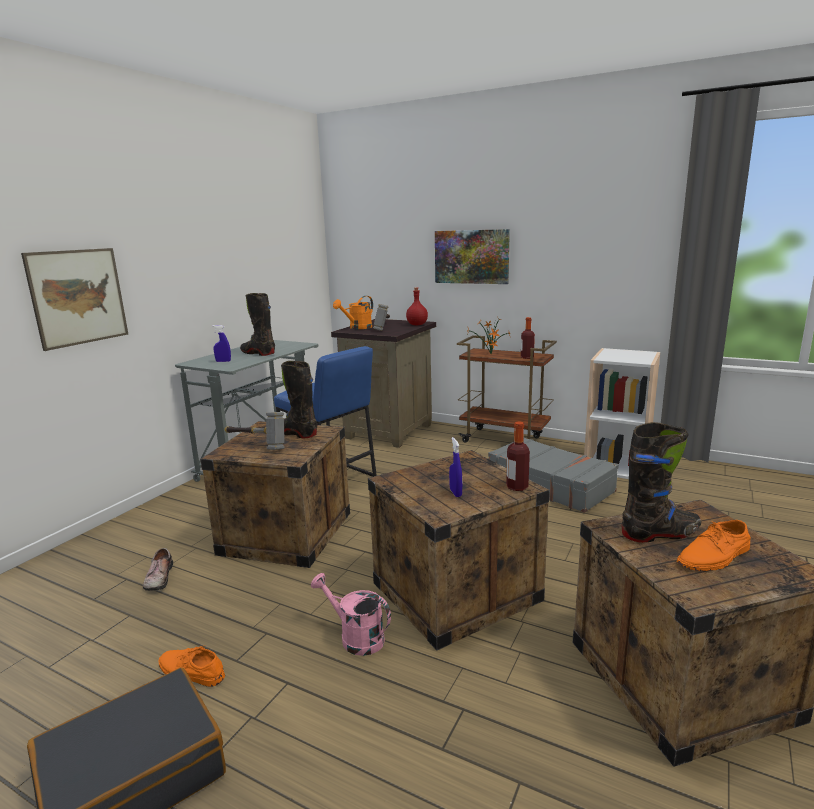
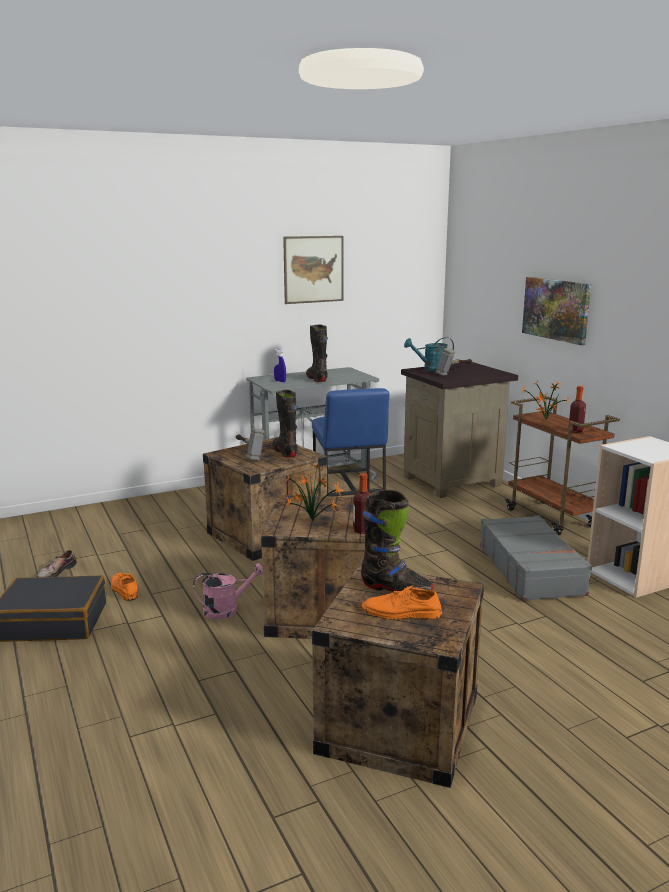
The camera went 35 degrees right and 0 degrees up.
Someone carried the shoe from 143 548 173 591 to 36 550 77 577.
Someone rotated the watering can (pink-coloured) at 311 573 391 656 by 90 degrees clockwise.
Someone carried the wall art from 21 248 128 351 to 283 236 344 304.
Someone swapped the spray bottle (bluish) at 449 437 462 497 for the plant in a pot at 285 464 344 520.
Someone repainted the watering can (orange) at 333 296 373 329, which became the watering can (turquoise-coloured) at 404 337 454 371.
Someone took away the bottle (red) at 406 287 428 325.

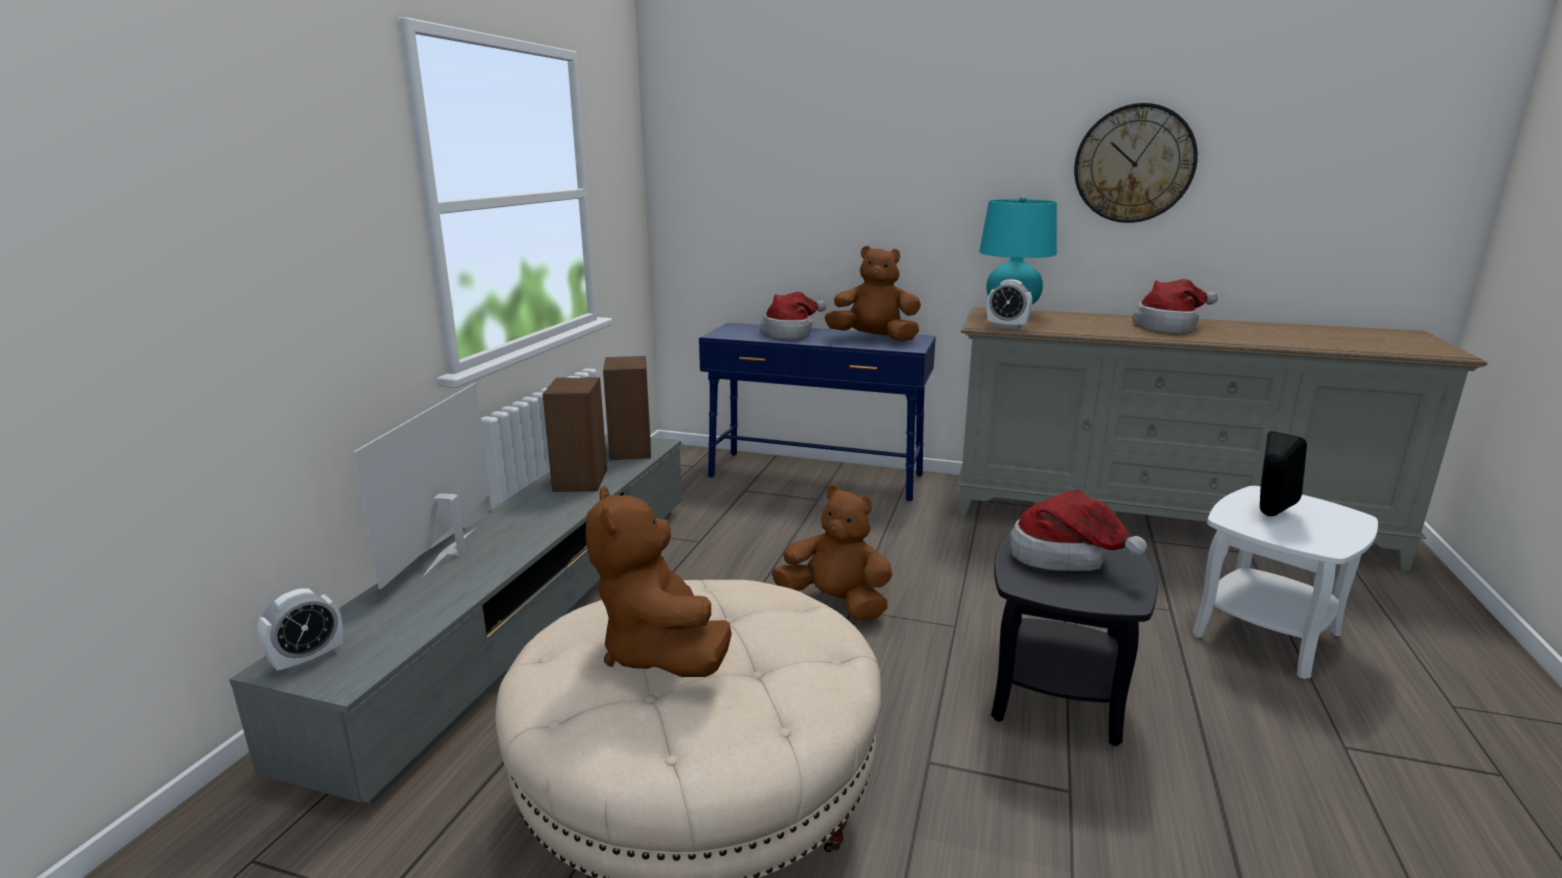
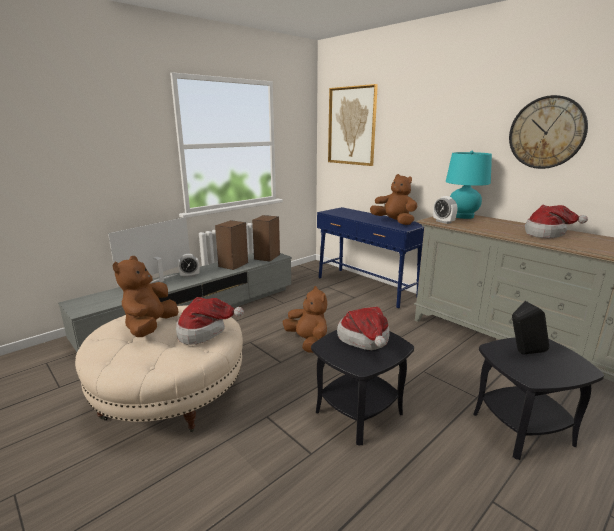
The camera went 30 degrees right and 0 degrees up.
Someone carried the clothing hat from 761 292 826 340 to 176 297 244 345.
Someone carried the table clock from 257 588 343 673 to 178 254 200 278.
Someone put up the wall art at 328 84 378 166.
Someone repainted the side table (white) at 1192 486 1378 679, which became the side table (black-coloured) at 473 337 604 460.

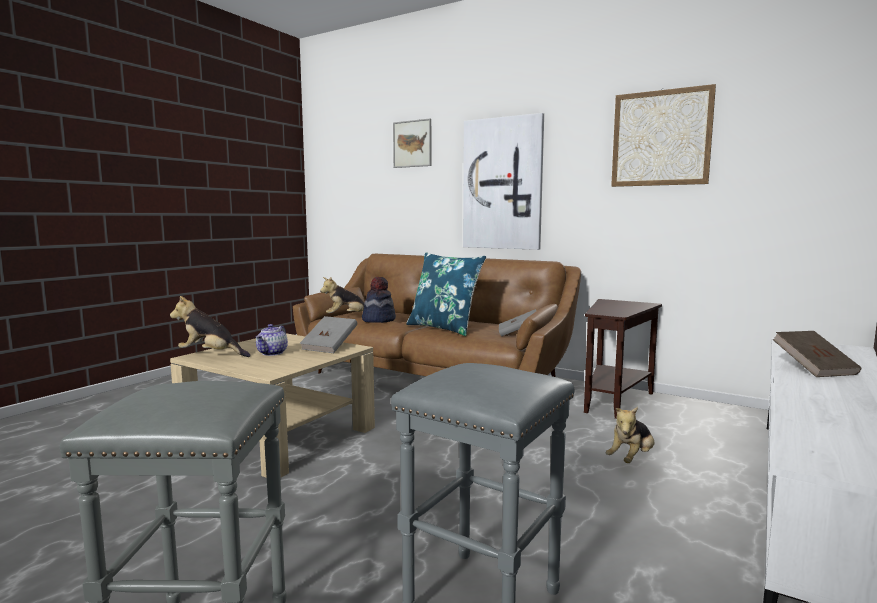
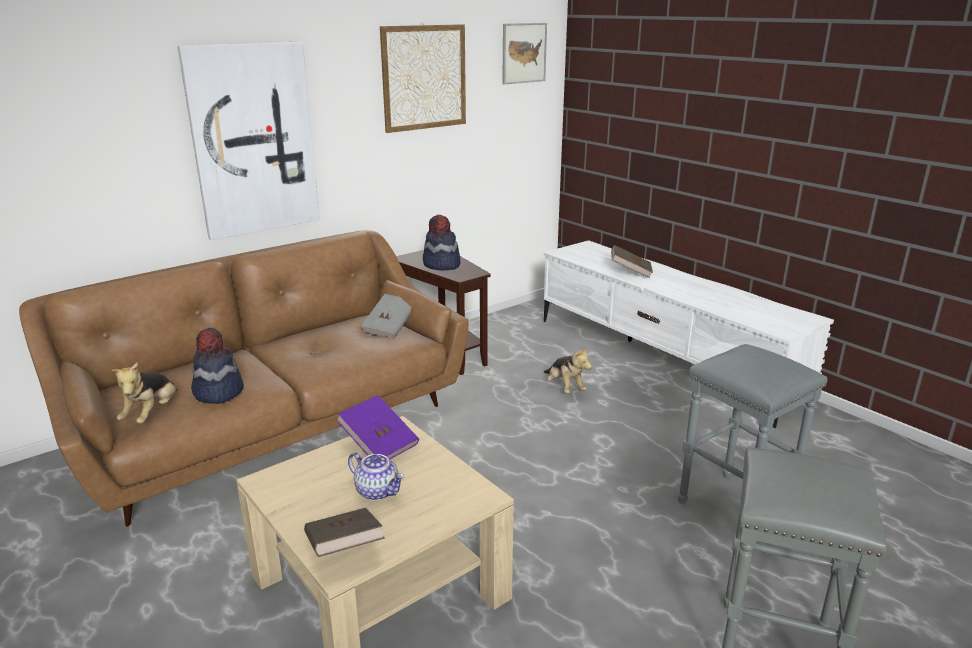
The camera went 70 degrees left and 15 degrees up.
Someone swapped the cuddly toy at 170 296 251 357 for the volume (brown) at 304 508 385 557.
Someone repainted the volume (grey) at 300 316 357 353, which became the volume (purplish) at 336 395 419 459.
Someone put down the clothing hat at 423 215 461 270.
Someone carried the wall art from 393 118 431 168 to 502 23 547 84.
Someone took away the throw pillow (bluish) at 406 252 486 336.

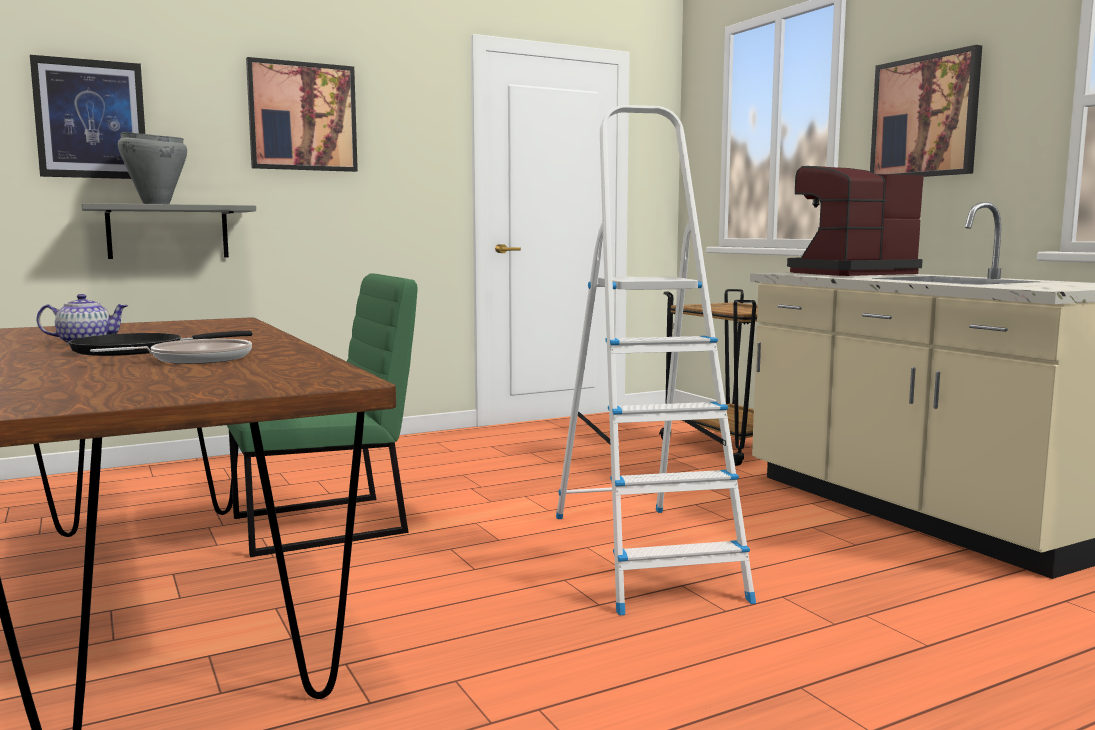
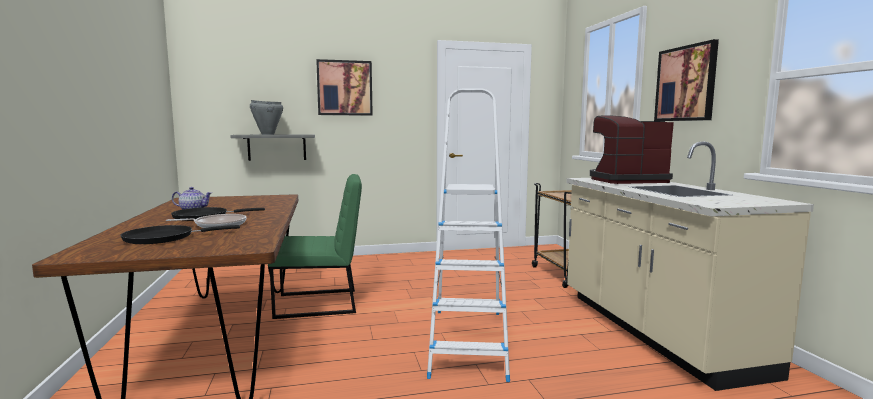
The camera went 15 degrees right and 0 degrees up.
Someone put down the pan (black-coloured) at 120 225 240 244.
Someone took away the wall art at 30 55 145 179.

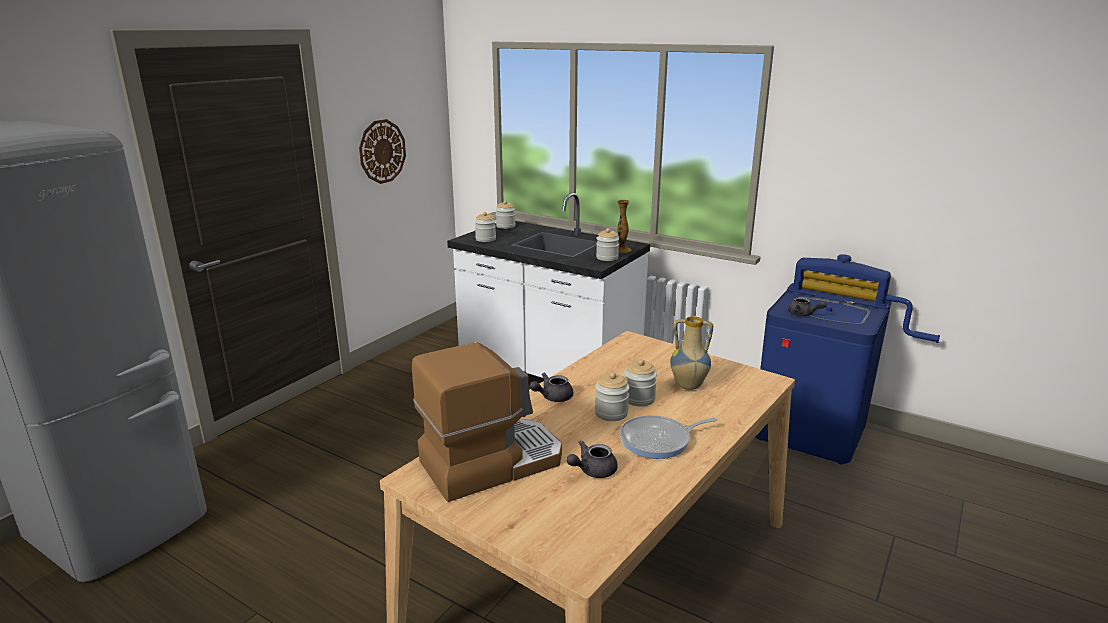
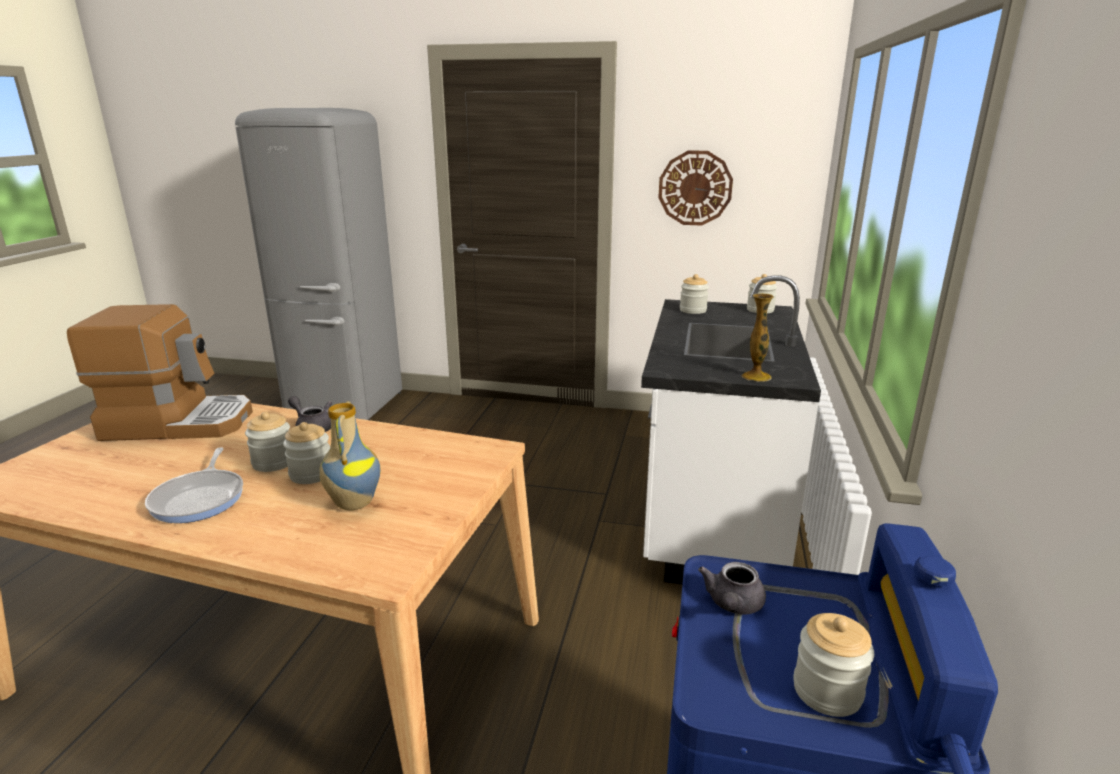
The camera went 70 degrees right and 0 degrees up.
Someone rotated the coffee brewer at 412 342 562 502 by 45 degrees counterclockwise.
Someone rotated the pan at 620 415 717 459 by 150 degrees counterclockwise.
Someone carried the storage jar from 596 228 619 261 to 793 613 874 717.
Someone took away the tea pot (grey) at 567 440 618 478.

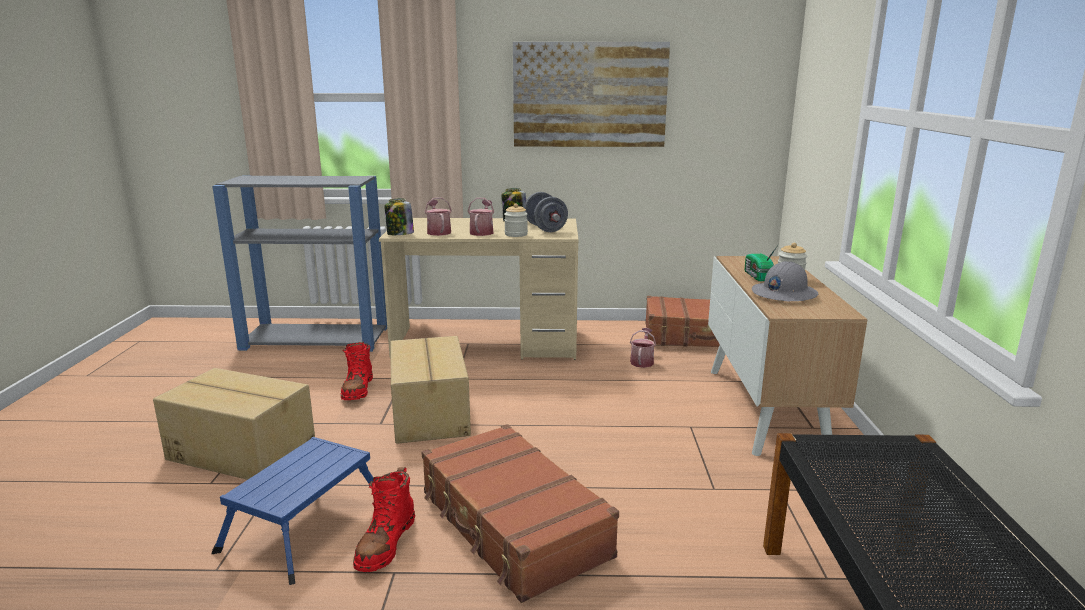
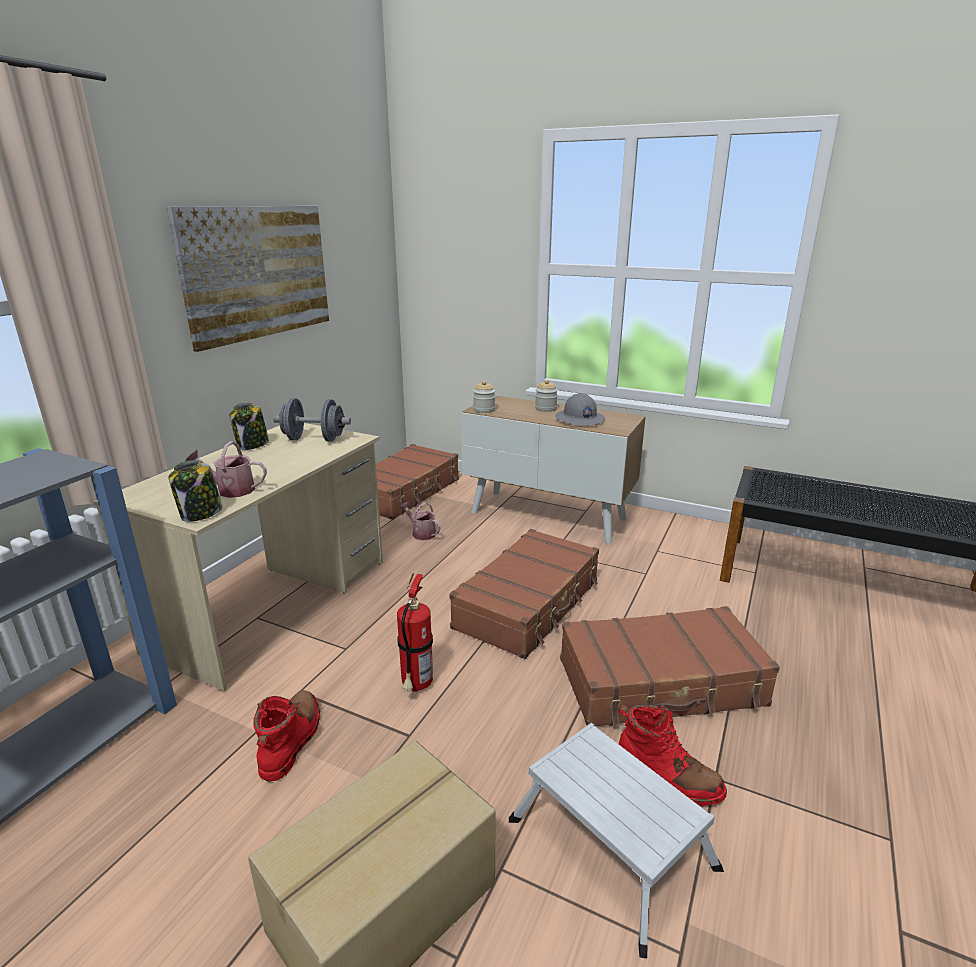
The camera went 65 degrees left and 5 degrees up.
Someone rotated the tall boot (red) at 341 342 373 400 by 105 degrees counterclockwise.
Someone swapped the carton at 390 336 471 444 for the fire extinguisher at 397 573 433 692.
Someone put down the travel case (brown) at 449 529 599 659.
Someone carried the storage jar from 504 203 528 237 to 473 381 495 413.
Someone repainted the step stool (bluish) at 212 437 373 585, which became the step stool (white) at 509 723 724 959.
Someone took away the watering can at 468 198 494 236.
Someone took away the radio at 744 244 779 281.

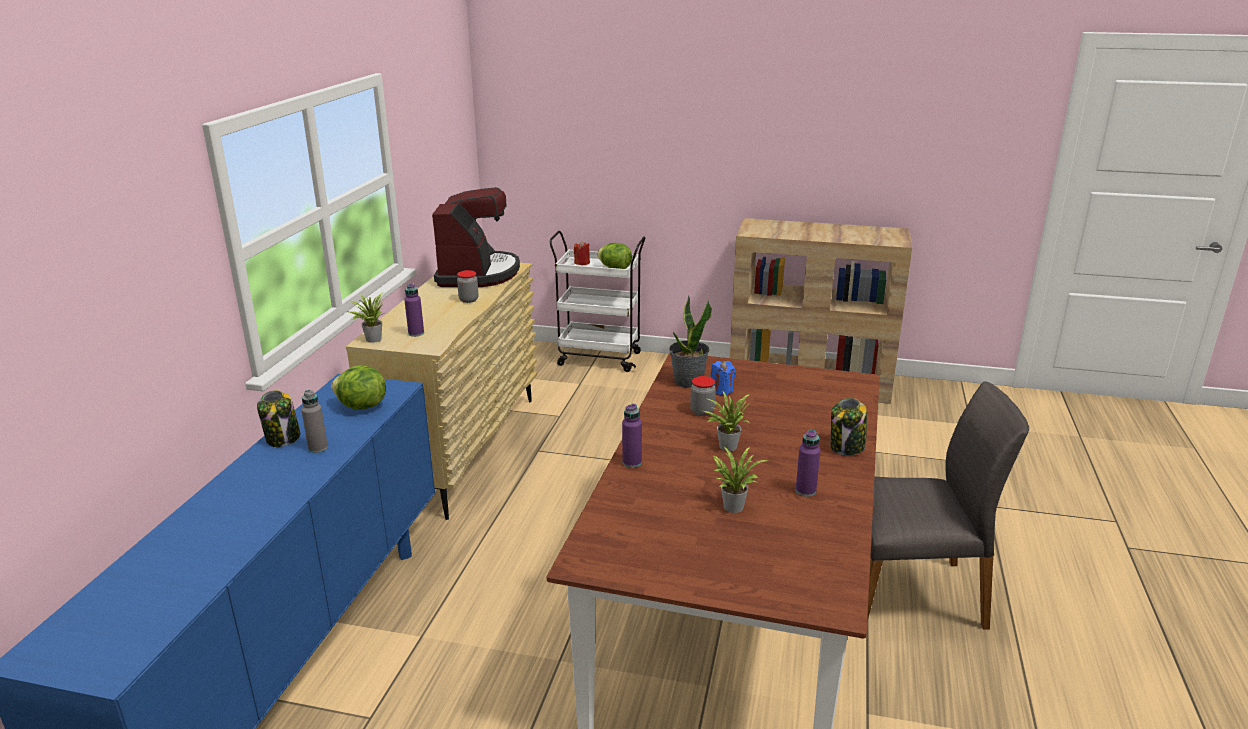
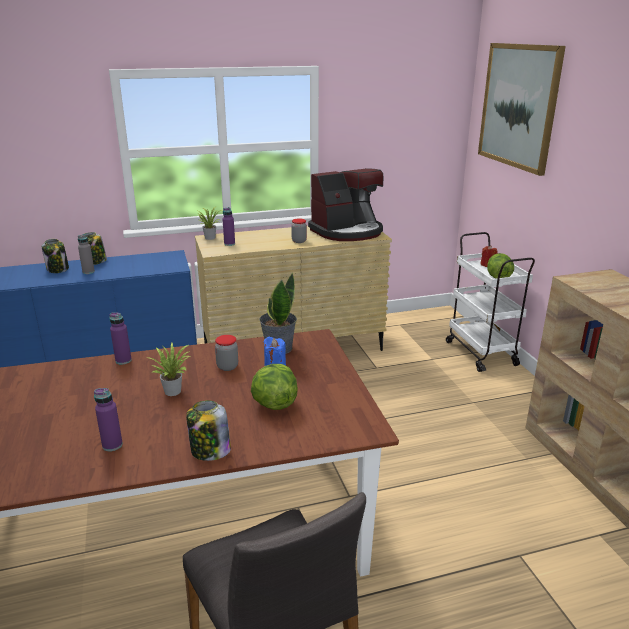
The camera went 60 degrees right and 0 degrees up.
Someone put down the storage jar at 42 239 69 273.
Someone carried the lettuce head from 331 365 386 410 to 251 364 298 410.
Someone put up the wall art at 478 43 566 176.
Someone took away the plant in a pot at 714 447 768 513.

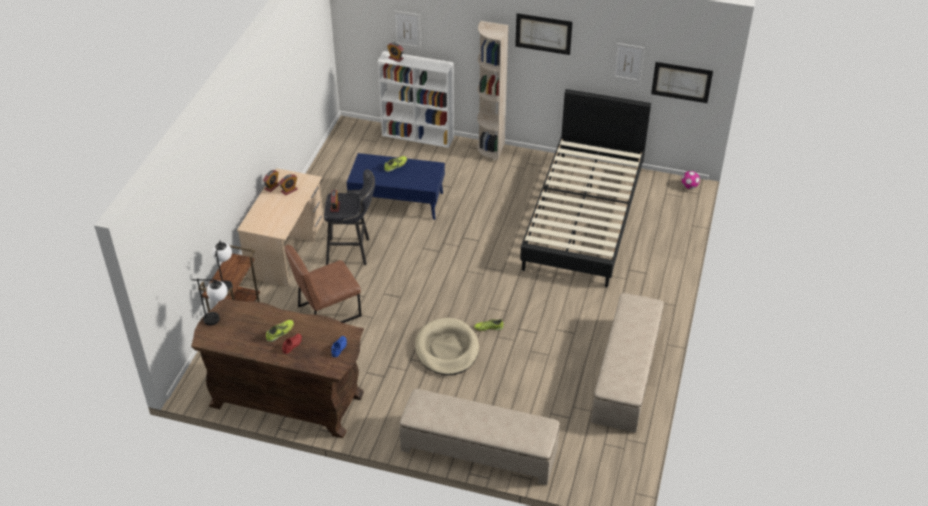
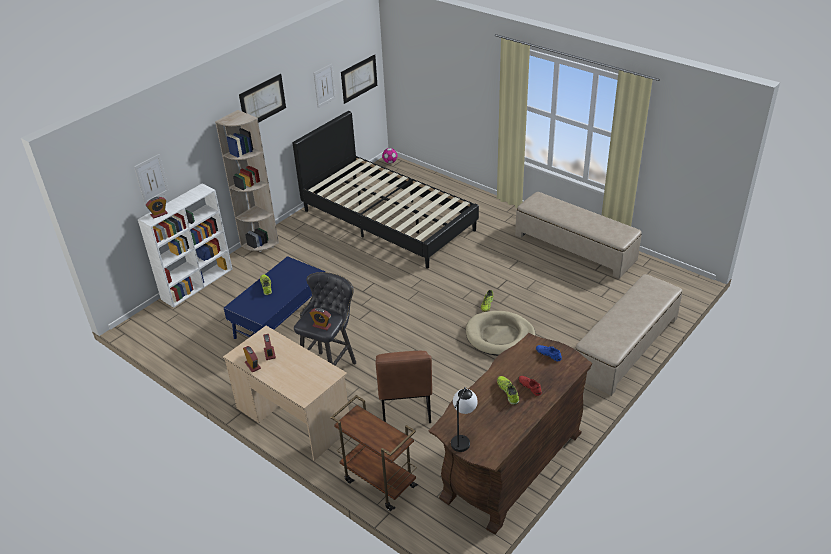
The camera went 65 degrees left and 5 degrees down.
Someone took away the lamp for a table at 212 241 233 291.

